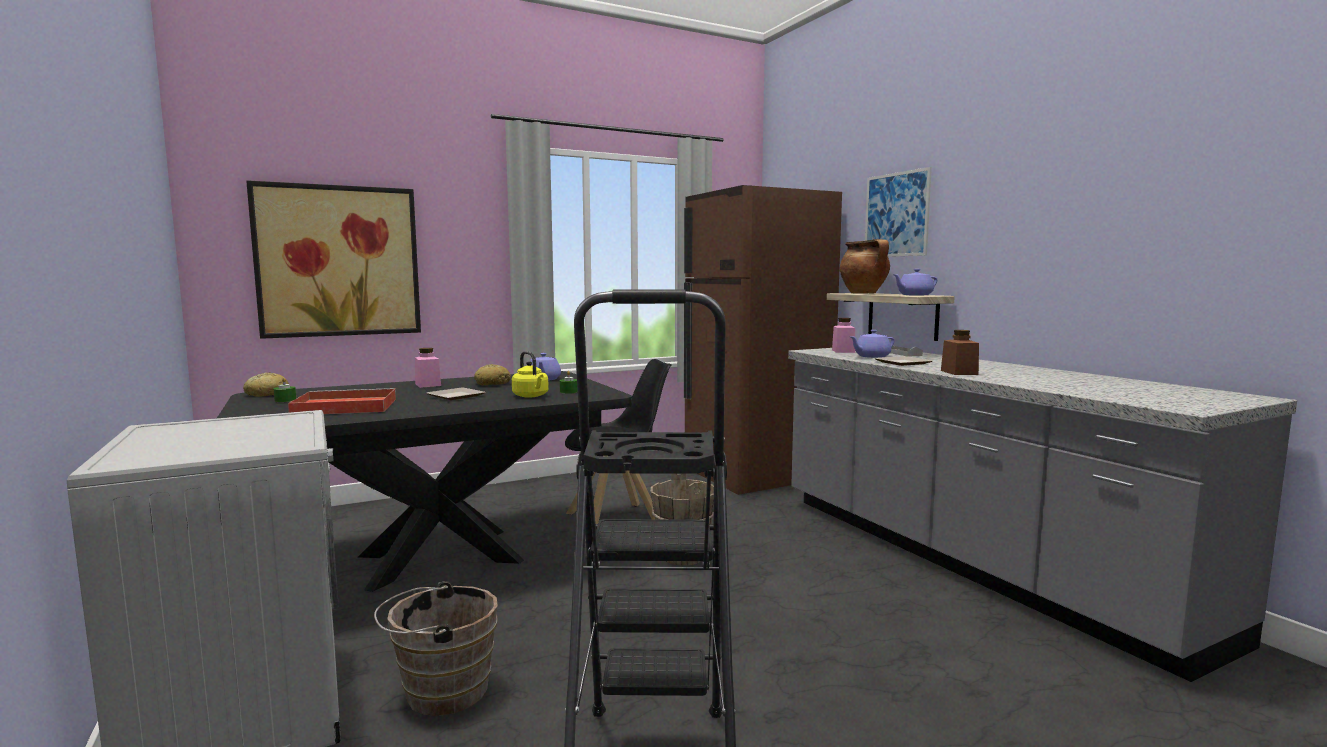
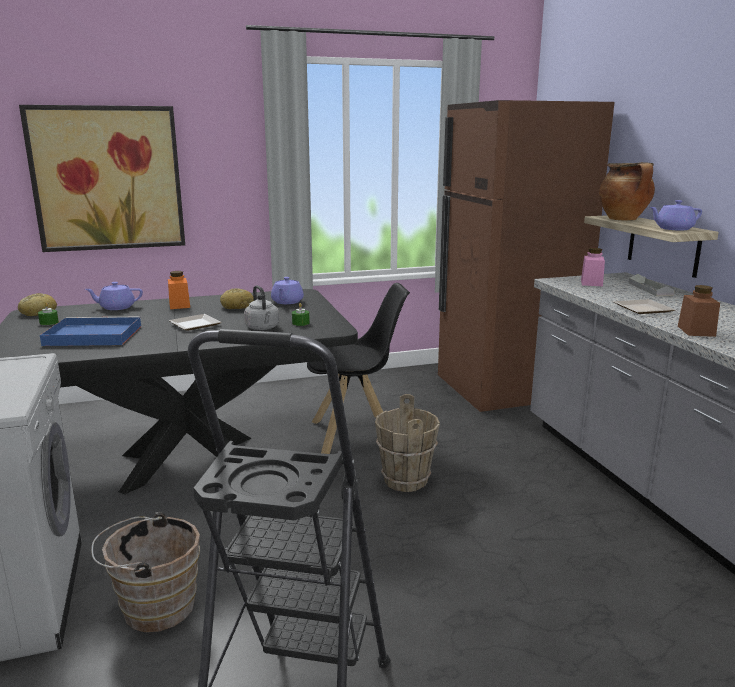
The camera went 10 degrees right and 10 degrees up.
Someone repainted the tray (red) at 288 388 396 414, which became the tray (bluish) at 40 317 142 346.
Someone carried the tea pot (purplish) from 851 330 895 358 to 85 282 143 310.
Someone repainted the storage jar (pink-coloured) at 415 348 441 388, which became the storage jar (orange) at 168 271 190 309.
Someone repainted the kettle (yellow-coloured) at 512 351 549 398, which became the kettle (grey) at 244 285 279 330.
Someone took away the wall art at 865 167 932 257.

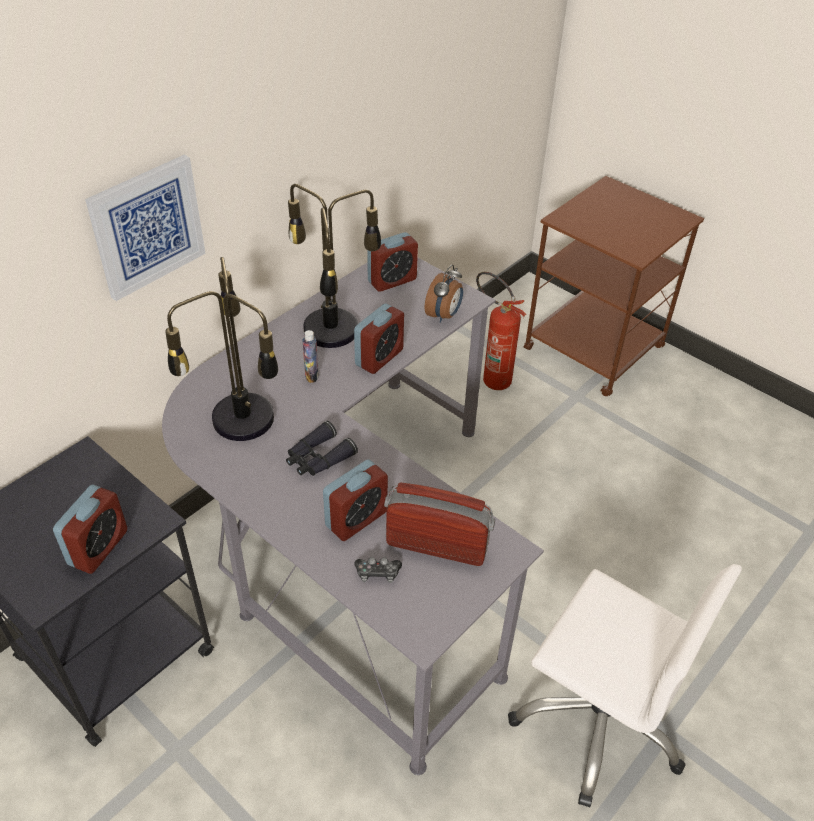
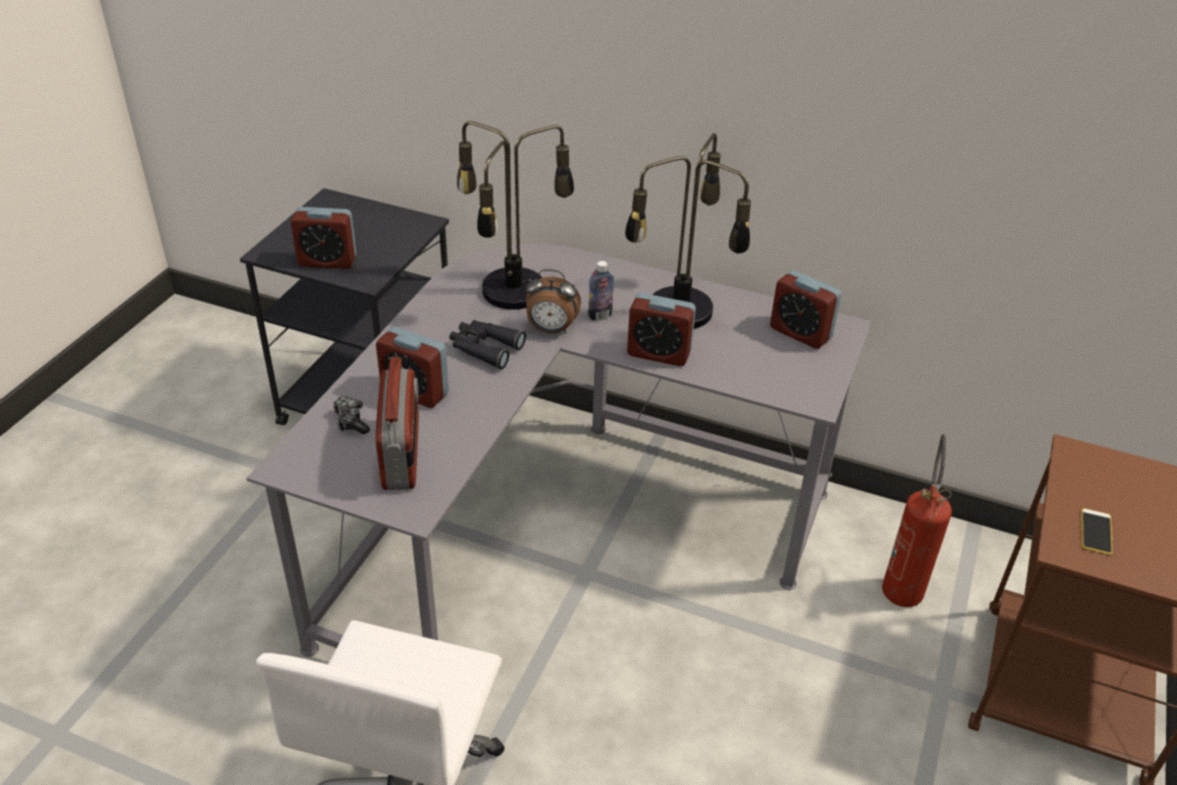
The camera went 70 degrees right and 5 degrees down.
Someone carried the table clock from 425 265 463 323 to 526 269 581 333.
Someone put down the phone at 1081 508 1113 555.
Someone took away the wall art at 85 155 206 301.

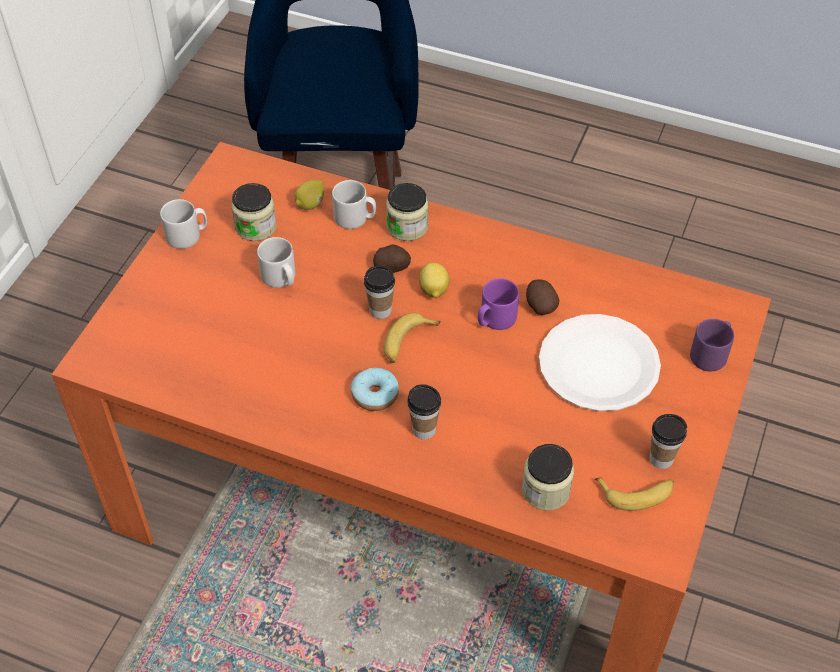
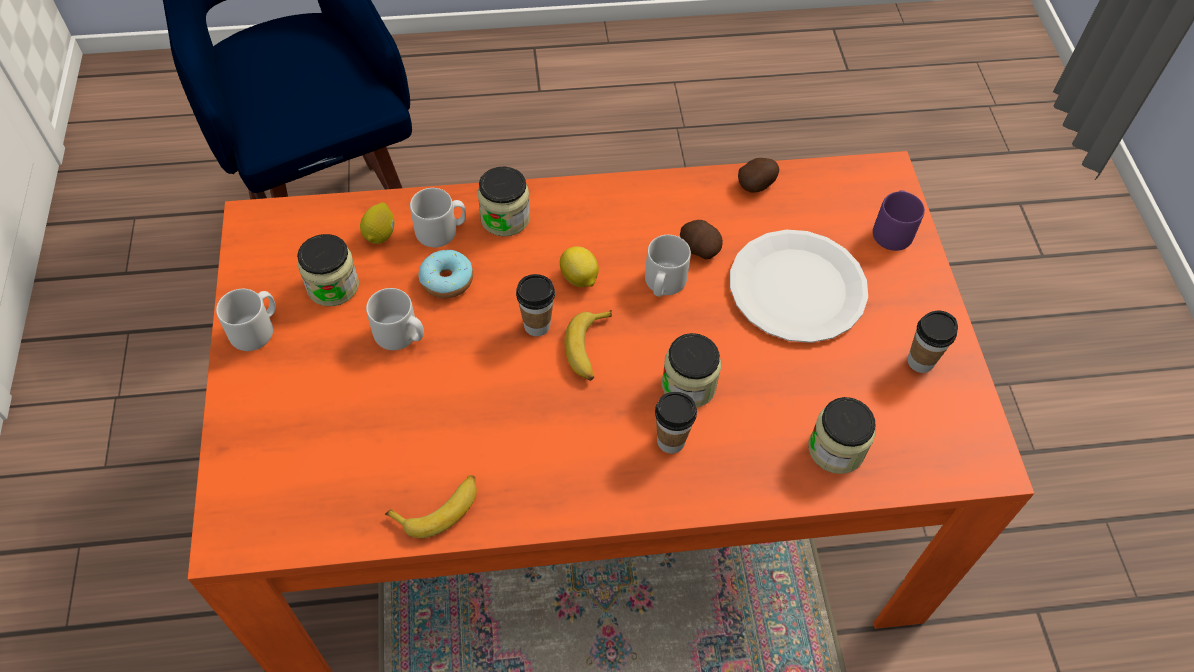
The camera went 30 degrees left and 5 degrees up.
Someone carried the banana from 595 477 674 511 to 385 475 477 538.
Someone carried the ring doughnut from 351 368 399 411 to 419 250 473 298.
Someone repainted the coffee mug (purplish) at 478 278 519 330, which became the coffee mug (grey) at 645 235 691 297.
Someone put down the storage jar at 662 333 721 408.
Someone carried the potato from 373 244 411 273 to 738 158 779 193.

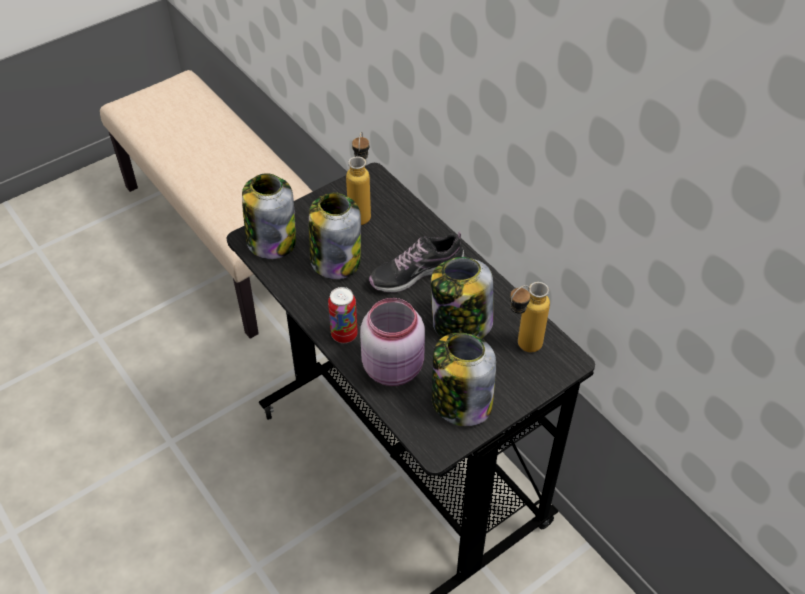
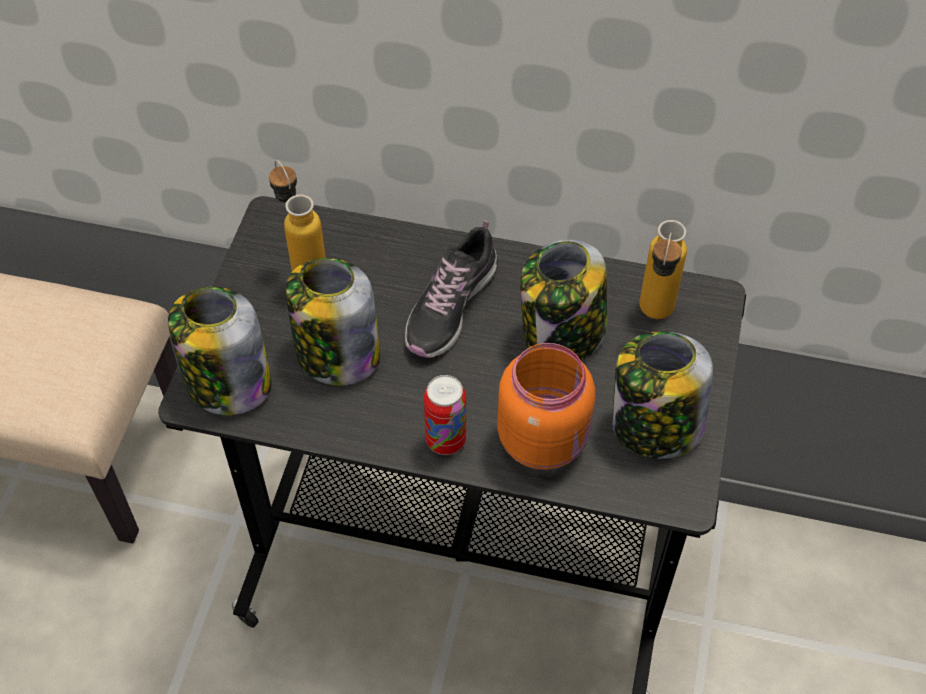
The camera went 40 degrees left and 5 degrees up.
Someone repainted the storage jar (pink-coloured) at 360 298 425 386, which became the storage jar (orange) at 497 343 595 470.

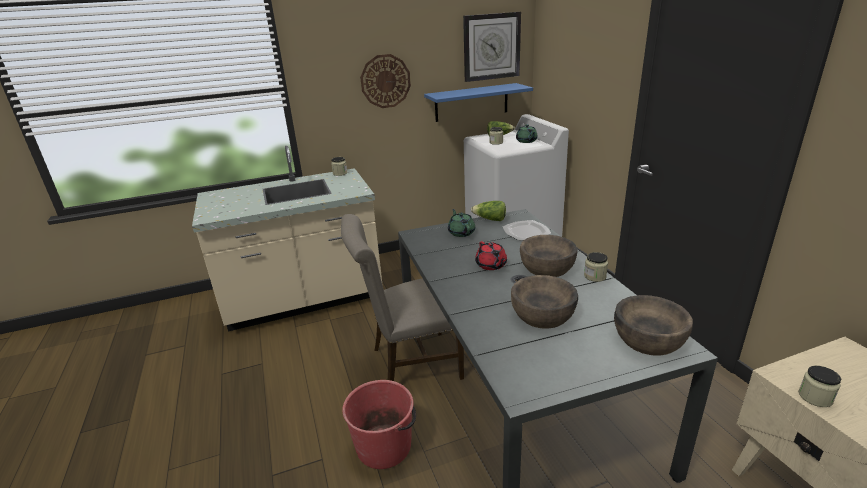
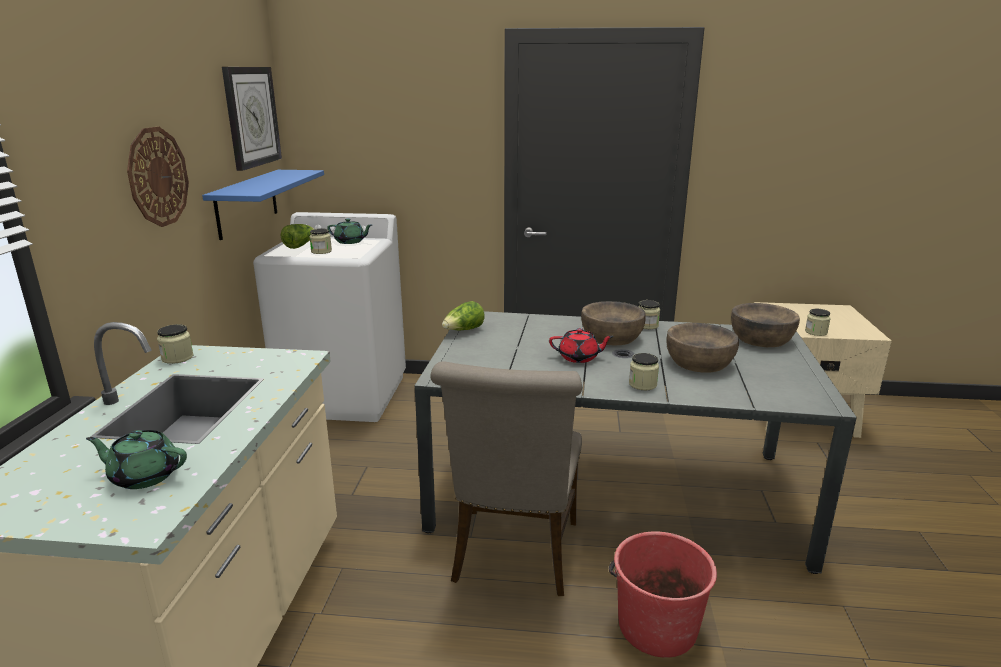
The camera went 65 degrees left and 5 degrees down.
Someone carried the tea pot (green) from 448 209 475 237 to 86 430 187 489.
Someone put down the storage jar at 629 353 659 390.
Someone took away the plate at 503 220 551 241.

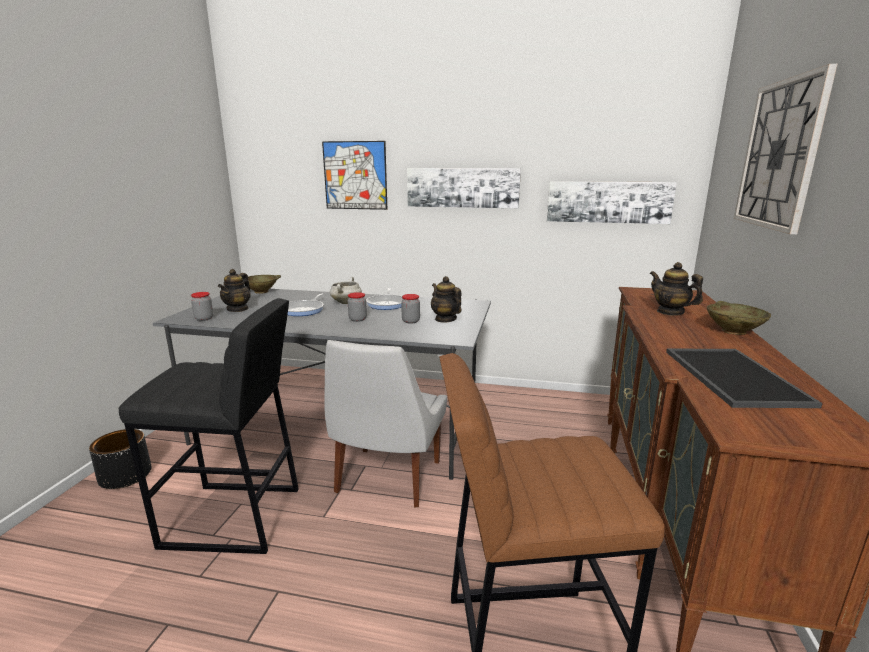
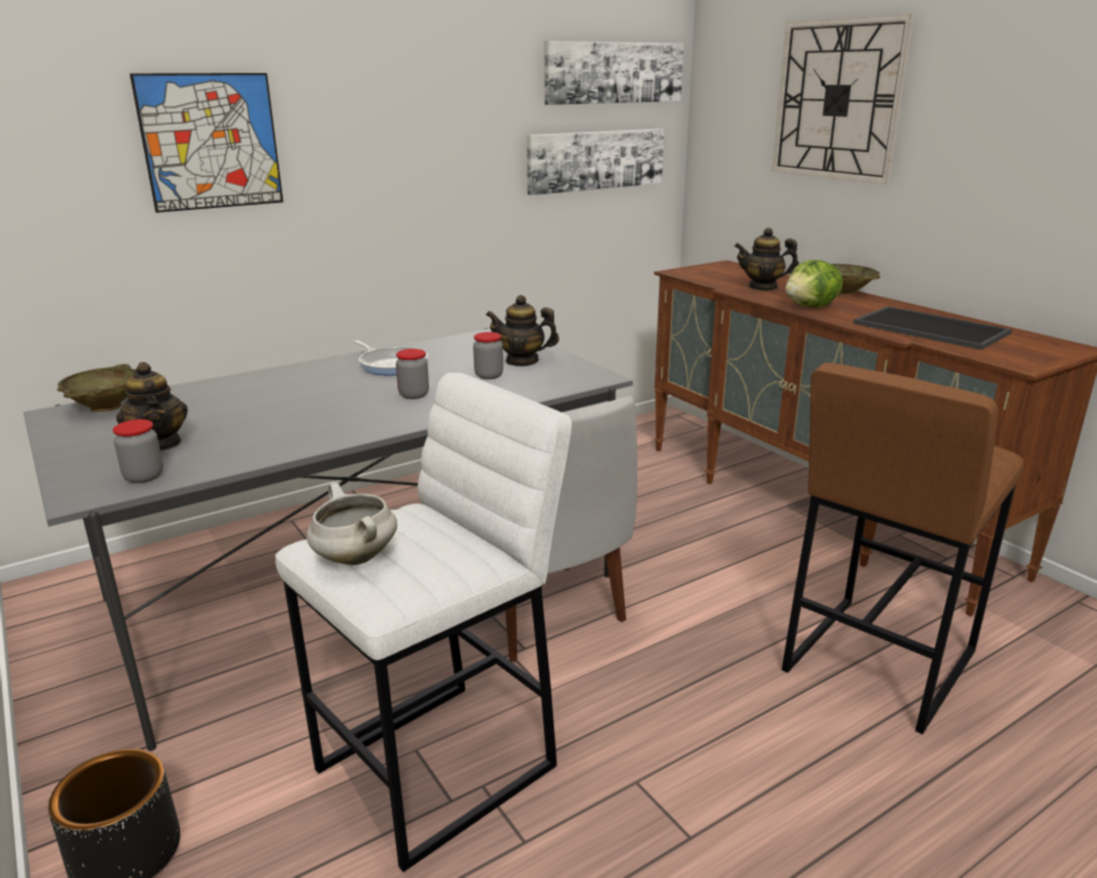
The camera went 45 degrees left and 5 degrees up.
Someone repainted the stool seat (black-coloured) at 119 298 299 554, which became the stool seat (white) at 275 373 572 872.
Someone carried the cooking pot (white) from 330 277 362 304 to 307 482 397 565.
Someone carried the wall art from 407 168 521 208 to 544 41 684 105.
Someone put down the lettuce head at 786 260 843 308.
Someone took away the pan at 288 293 324 316.

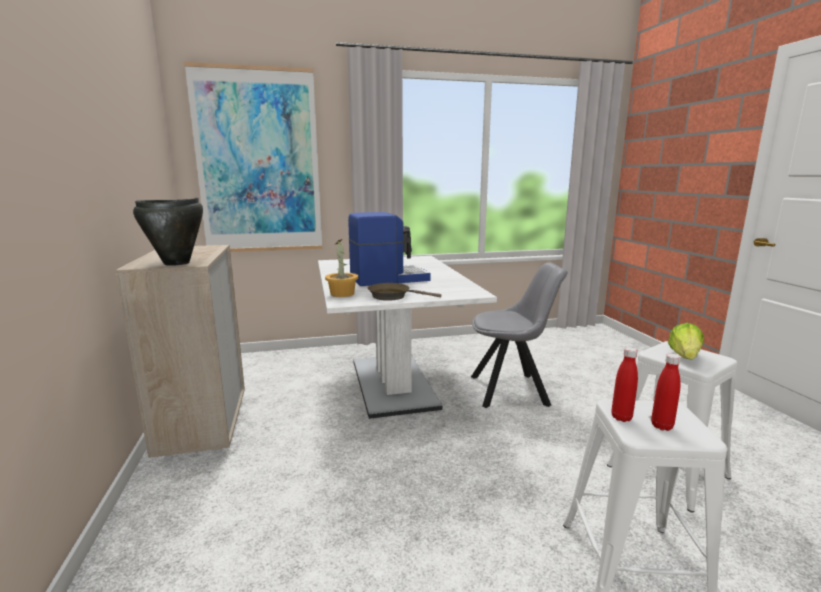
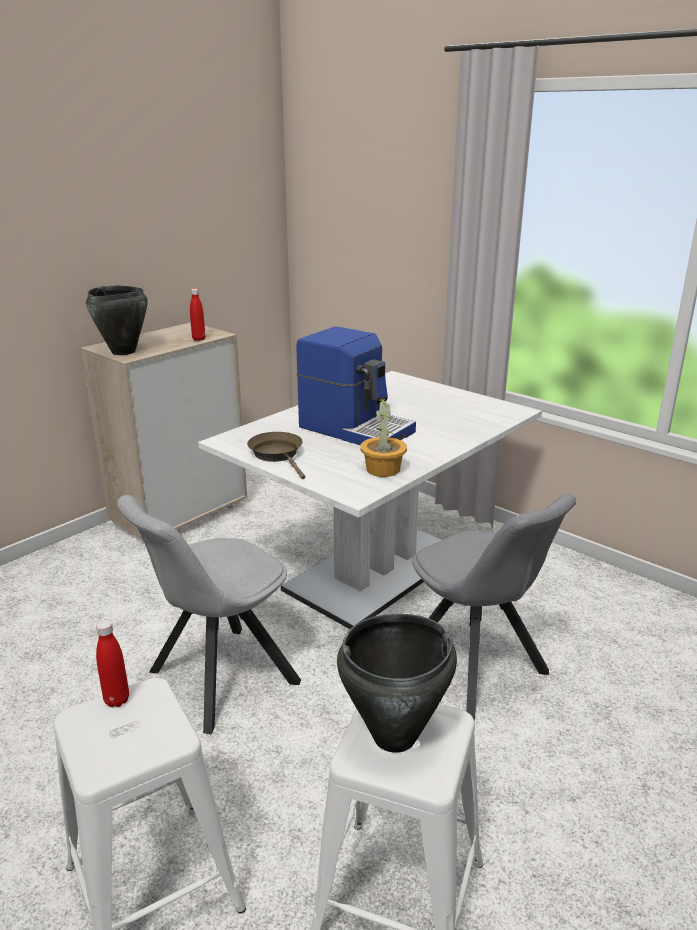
The camera went 55 degrees right and 10 degrees up.
Someone put down the upright chair (grey) at 117 495 301 734.
Someone carried the bottle (red) from 651 354 681 431 to 190 289 205 341.
Someone swapped the lettuce head at 668 323 704 359 for the cooking pot (black-coloured) at 337 614 457 753.
Someone carried the plant in a pot from 325 239 358 297 to 360 397 407 477.
Someone took away the wall art at 184 62 322 252.

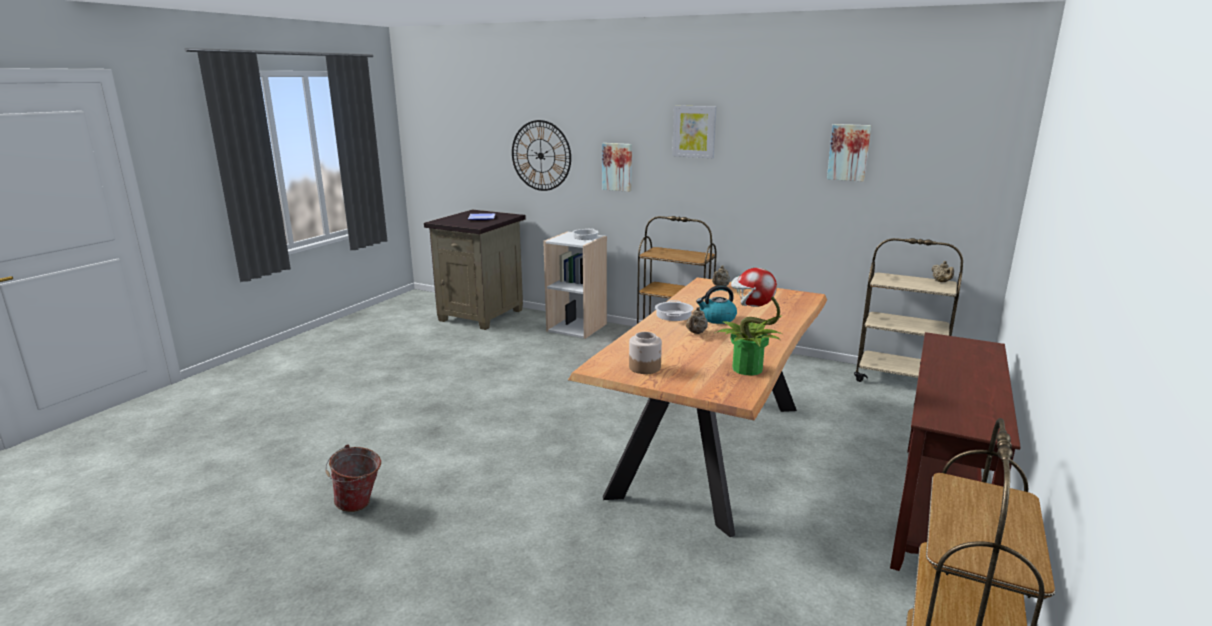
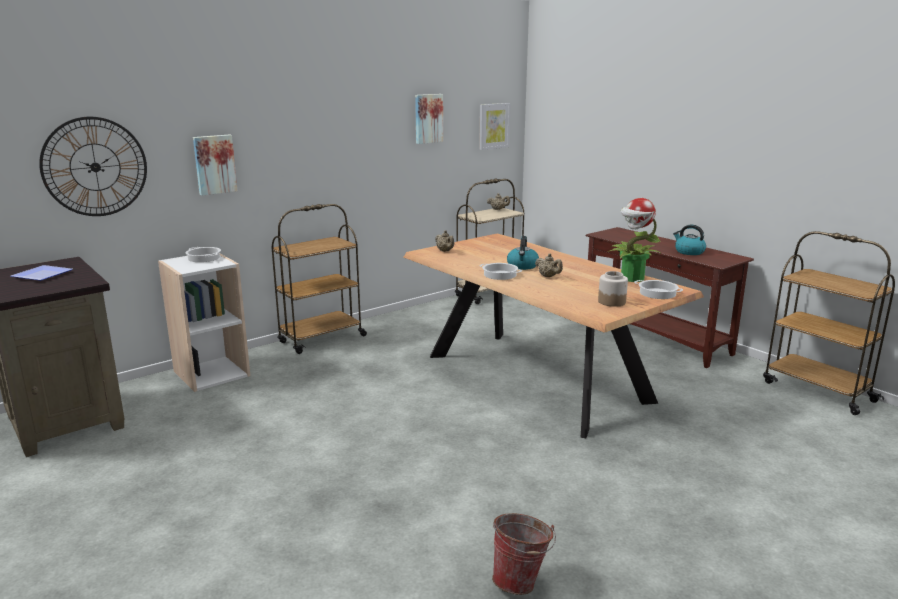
The camera went 65 degrees left and 0 degrees up.
Someone carried the wall art from 672 106 717 158 to 479 103 510 150.
Someone put down the cooking pot at 634 280 683 299.
Someone put down the kettle at 673 225 706 255.

